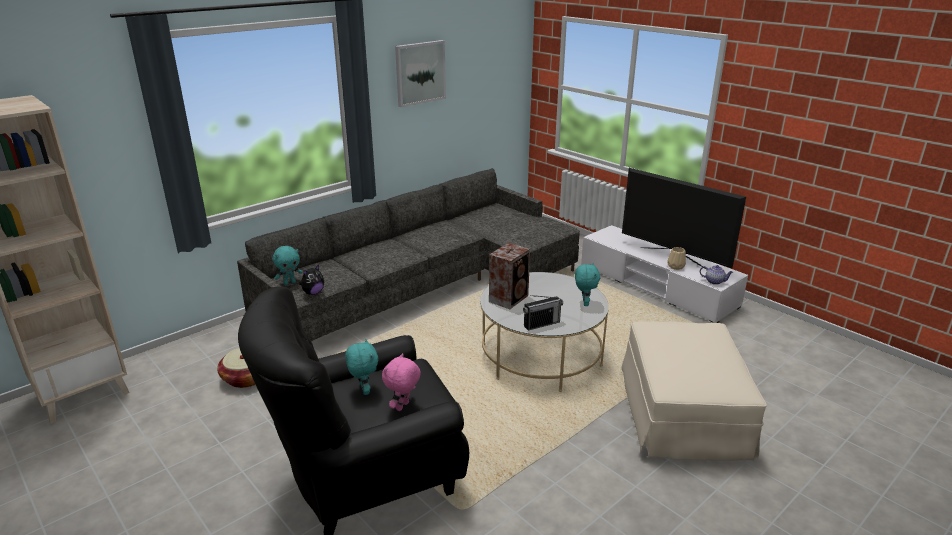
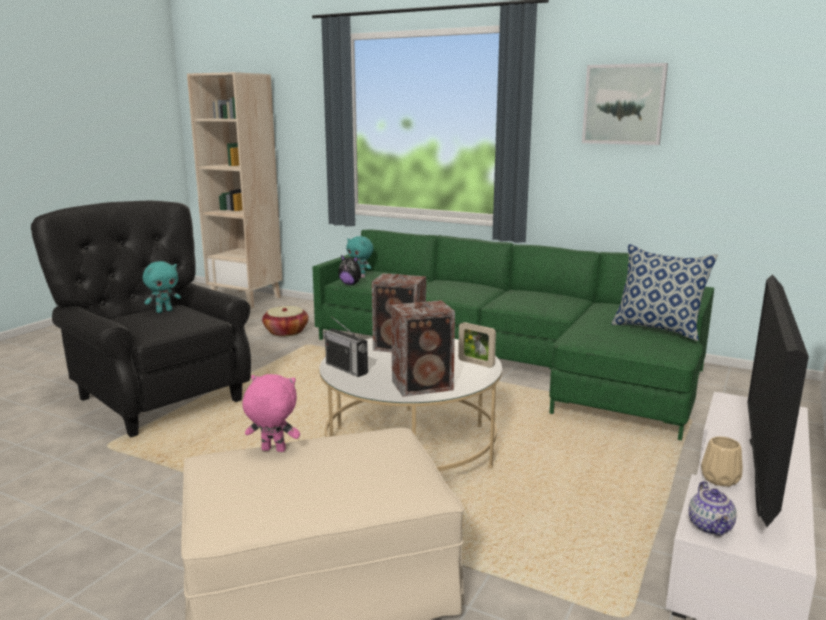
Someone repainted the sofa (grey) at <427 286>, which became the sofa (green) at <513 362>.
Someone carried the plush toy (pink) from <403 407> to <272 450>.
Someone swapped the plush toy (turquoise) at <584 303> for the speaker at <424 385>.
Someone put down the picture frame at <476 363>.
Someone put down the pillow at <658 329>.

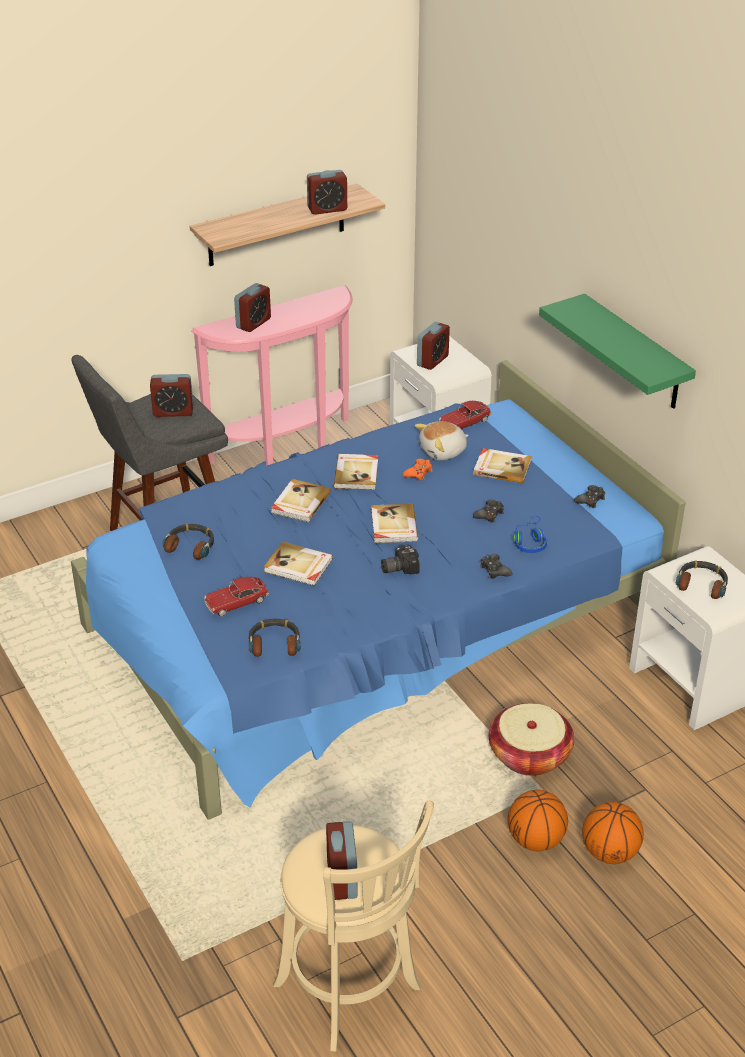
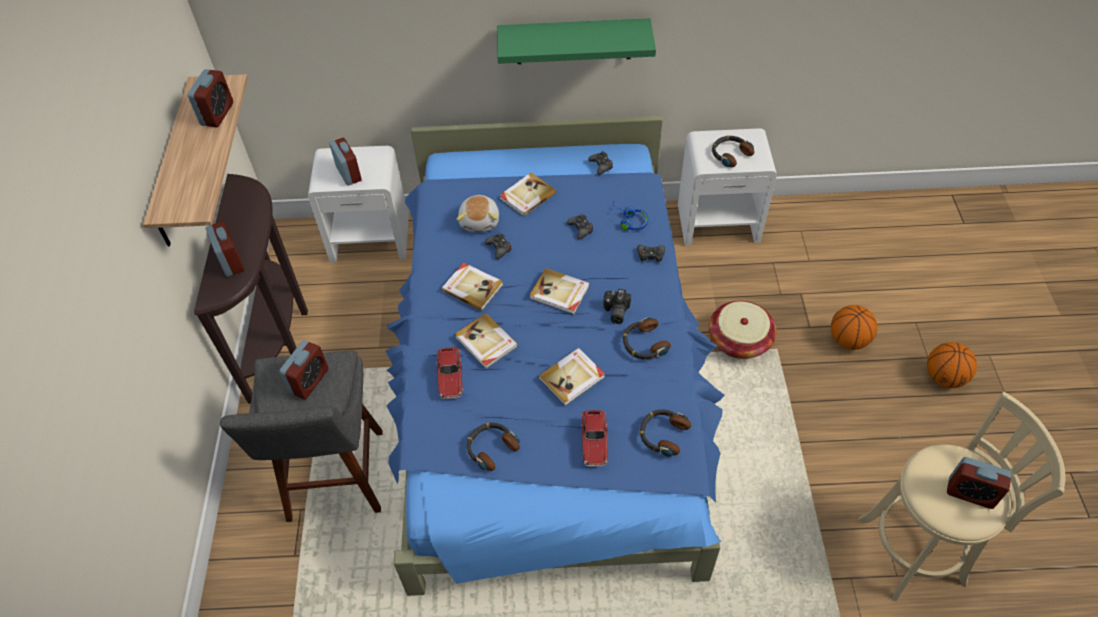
Someone repainted the console table (pink) at <287 449>, which became the console table (brown) at <281 336>.
Someone repainted the game controller (orange) at <418 473>, which became the game controller (black) at <499 248>.
Someone carried the toy car from <464 422> to <450 377>.
Someone carried the basketball from <535 840> to <944 377>.
Someone put down the headphones at <644 344>.

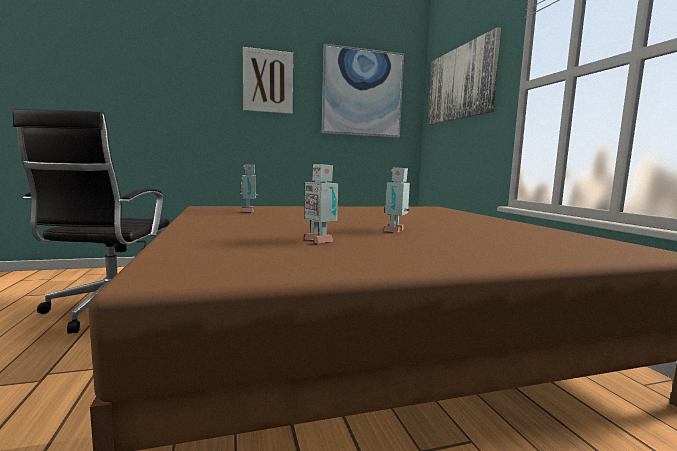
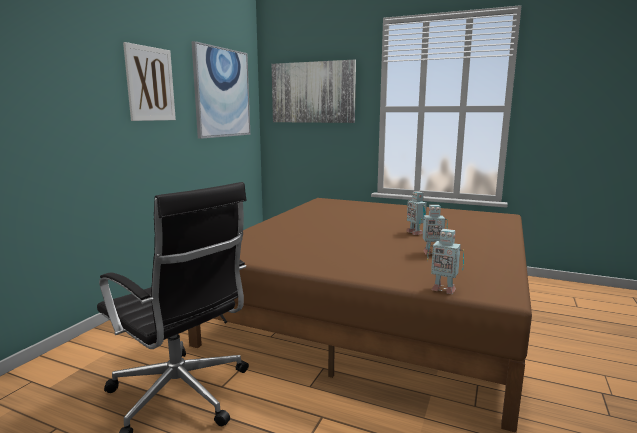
Someone carried the toy robot from <249 211> to <443 289>.

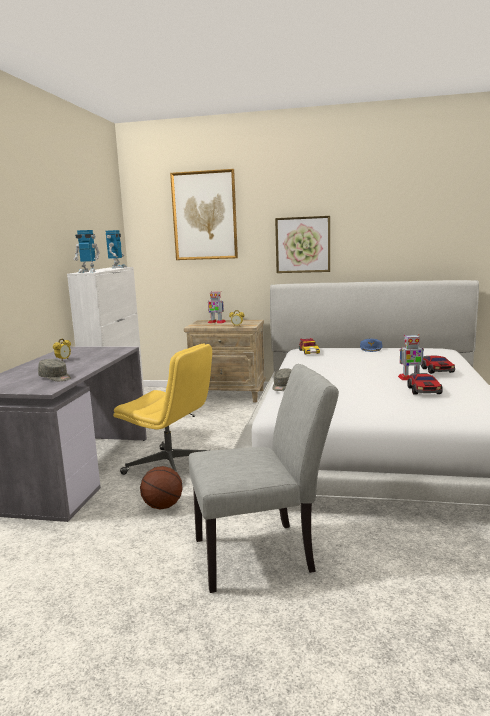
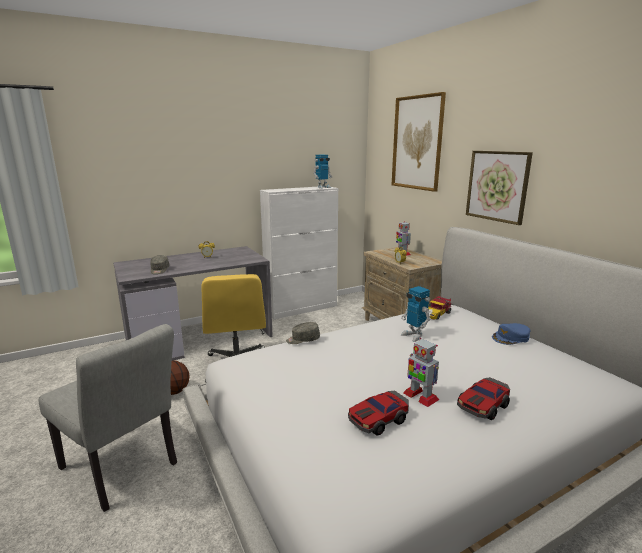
Someone carried the toy robot from <88 272> to <414 335>.

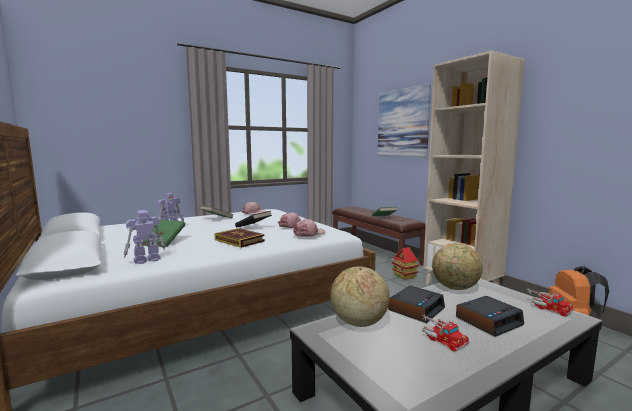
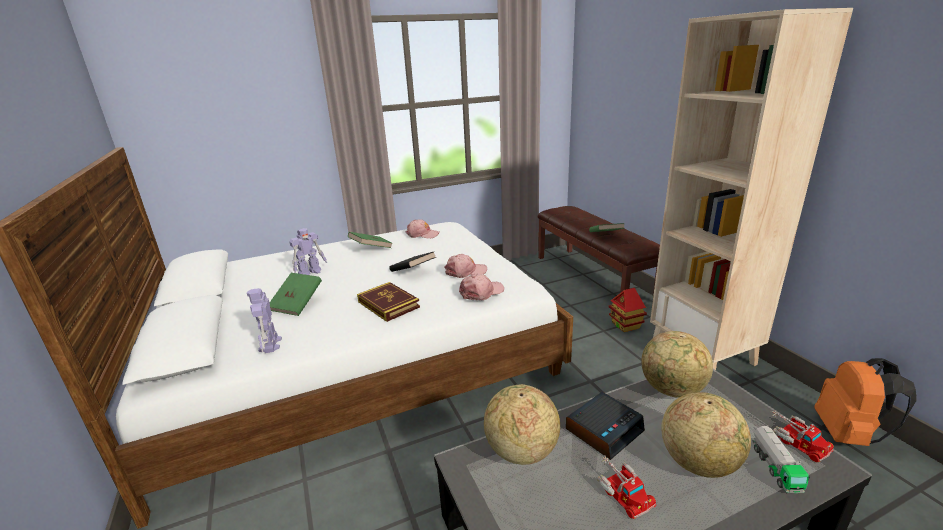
Someone rotated the toy robot at <146 260> by 75 degrees counterclockwise.
Someone took away the picture at <402 123>.
Someone swapped the alarm clock at <488 321> for the globe at <698 462>.
Someone put down the toy truck at <775 467>.

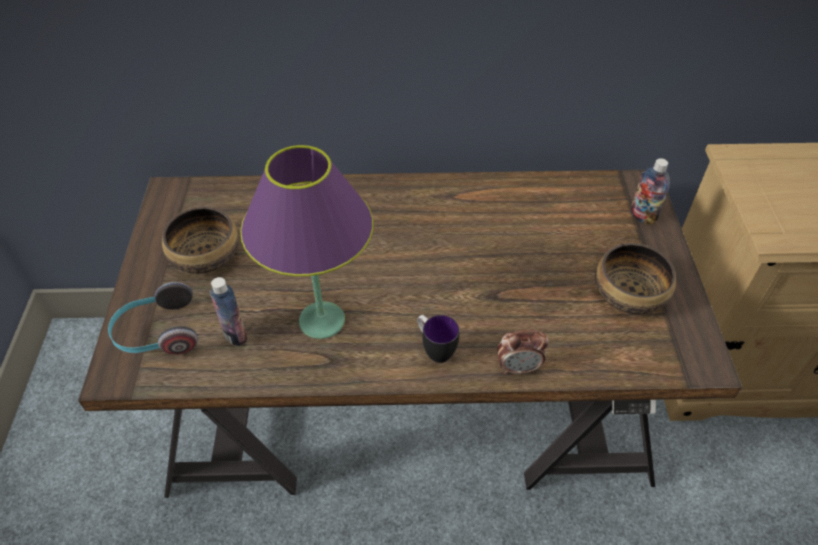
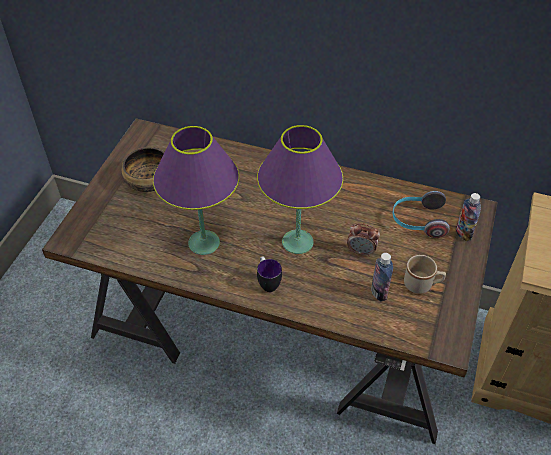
Someone carried the headphones from <157 334> to <418 221>.
Someone carried the bottle from <235 335> to <379 293>.
Someone carried the alarm clock from <518 368> to <361 251>.
Someone swapped the bowl at <629 293> for the mug (beige) at <422 284>.
Someone put down the table lamp (purple) at <297 242>.

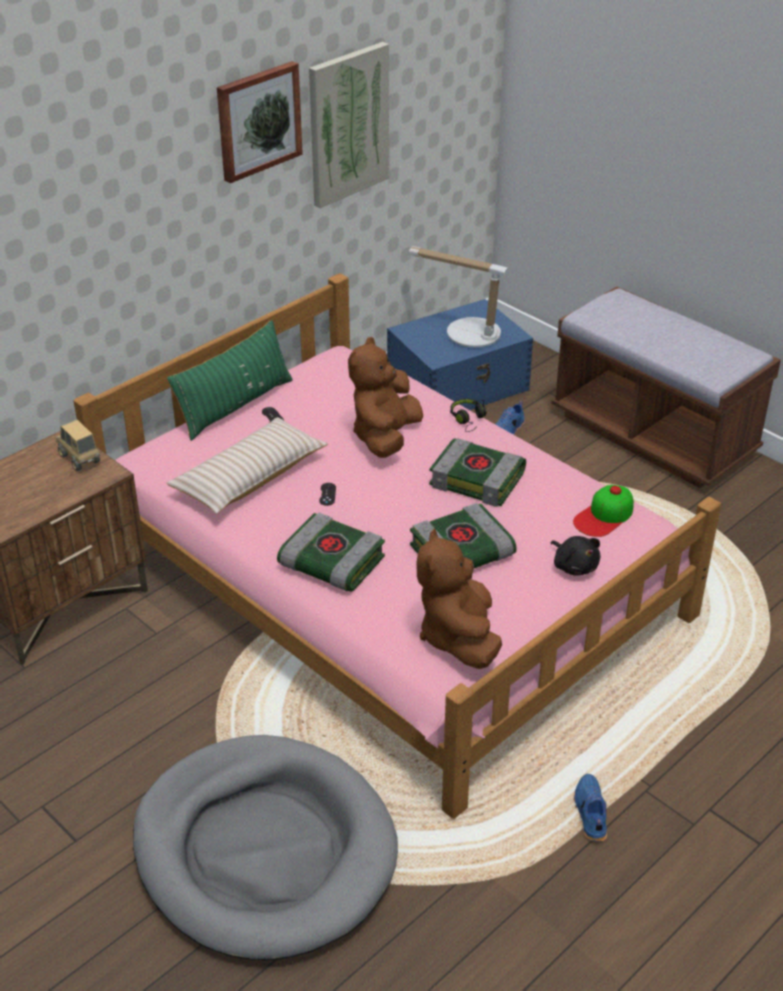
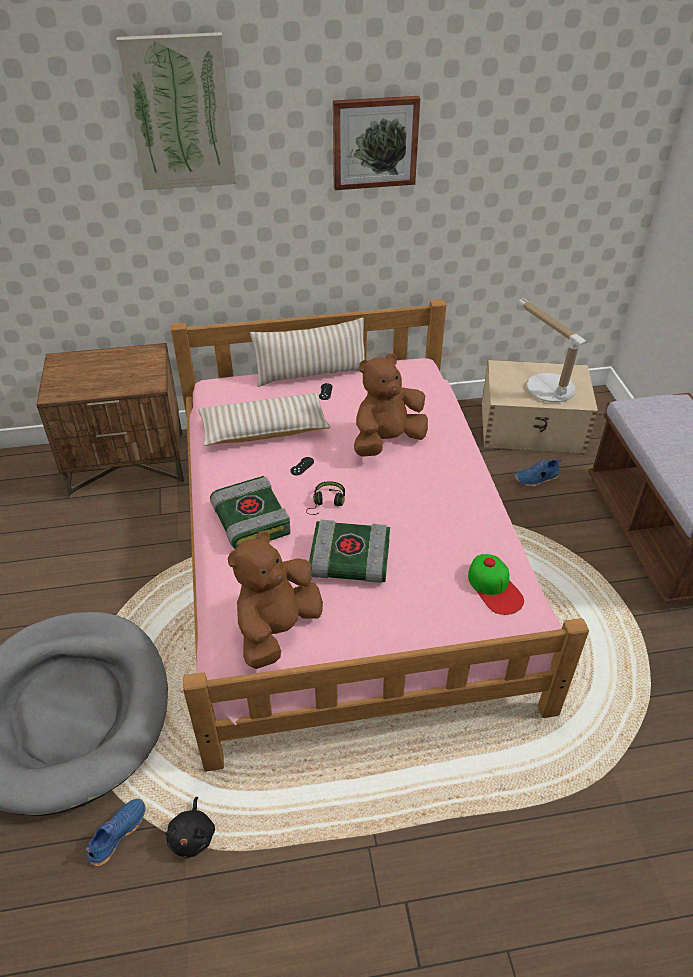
Someone took away the toy truck at <80 459>.
Someone repainted the pillow (green) at <235 405>, which became the pillow (beige) at <311 374>.
Someone carried the picture from <348 124> to <180 113>.
Someone repainted the storage box (blue) at <459 385>, which became the storage box (beige) at <533 427>.
Someone took away the book at <478 479>.
Someone carried the headphones (black) from <468 419> to <326 502>.
Someone carried the plush toy (black) from <574 566> to <192 835>.
Someone rotated the cap at <604 516> by 105 degrees counterclockwise.
Someone carried the shoe (blue) from <589 813> to <117 833>.

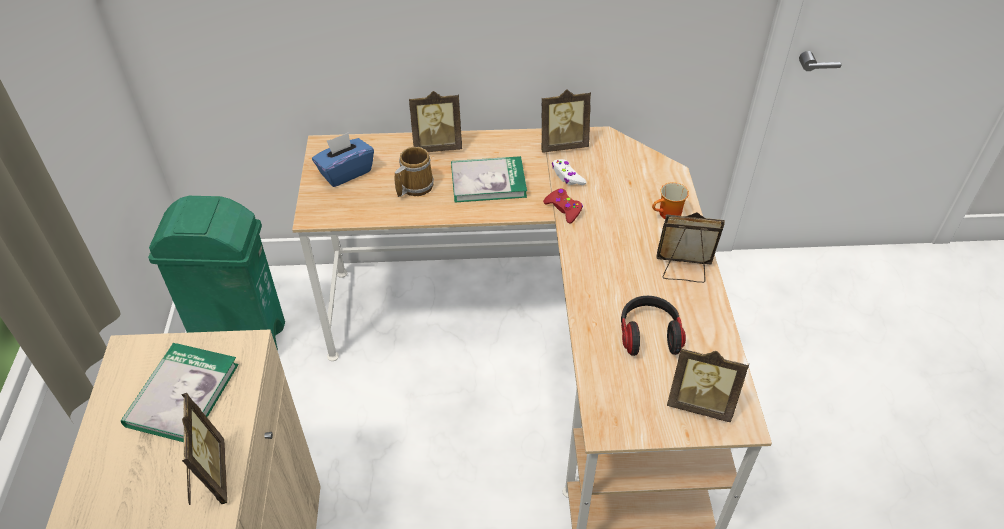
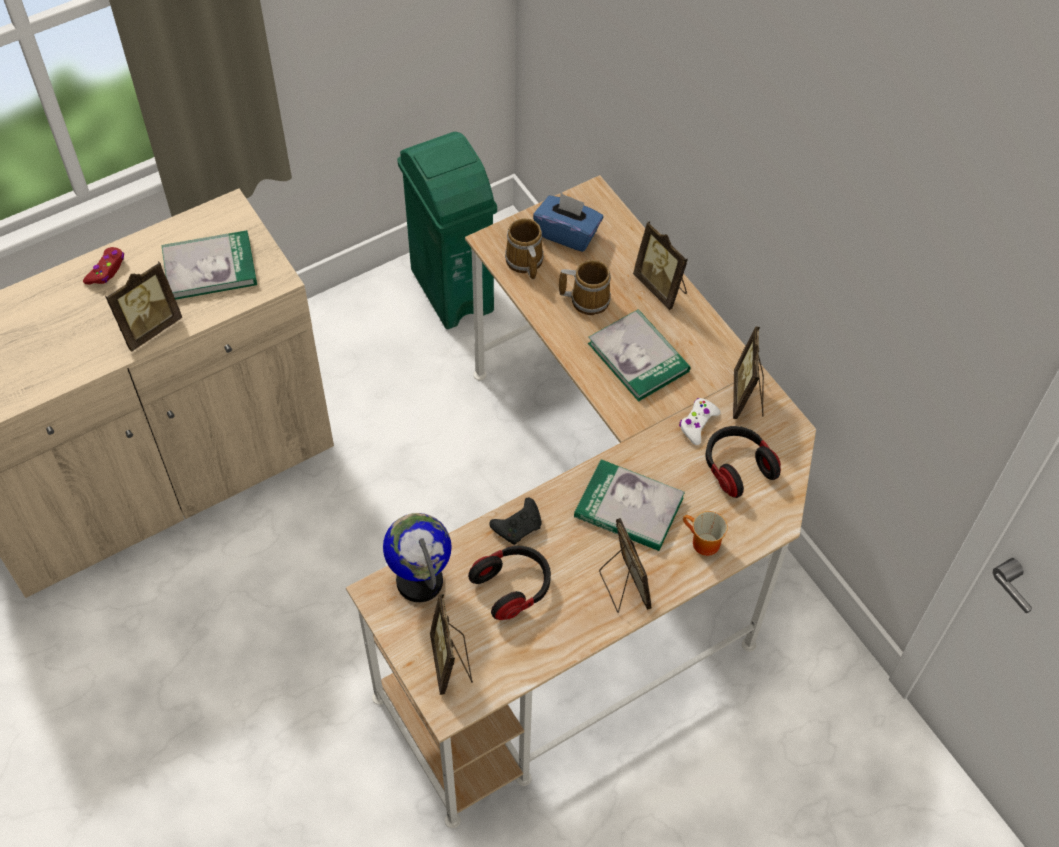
Someone rotated the picture frame at <562 144> by 45 degrees clockwise.
Someone carried the game controller (red) from <564 209> to <106 270>.
Someone put down the globe at <420 580>.
Someone put down the game controller (black) at <519 525>.
Someone put down the mug at <524 261>.
Someone put down the book at <628 508>.
Someone put down the headphones at <737 467>.

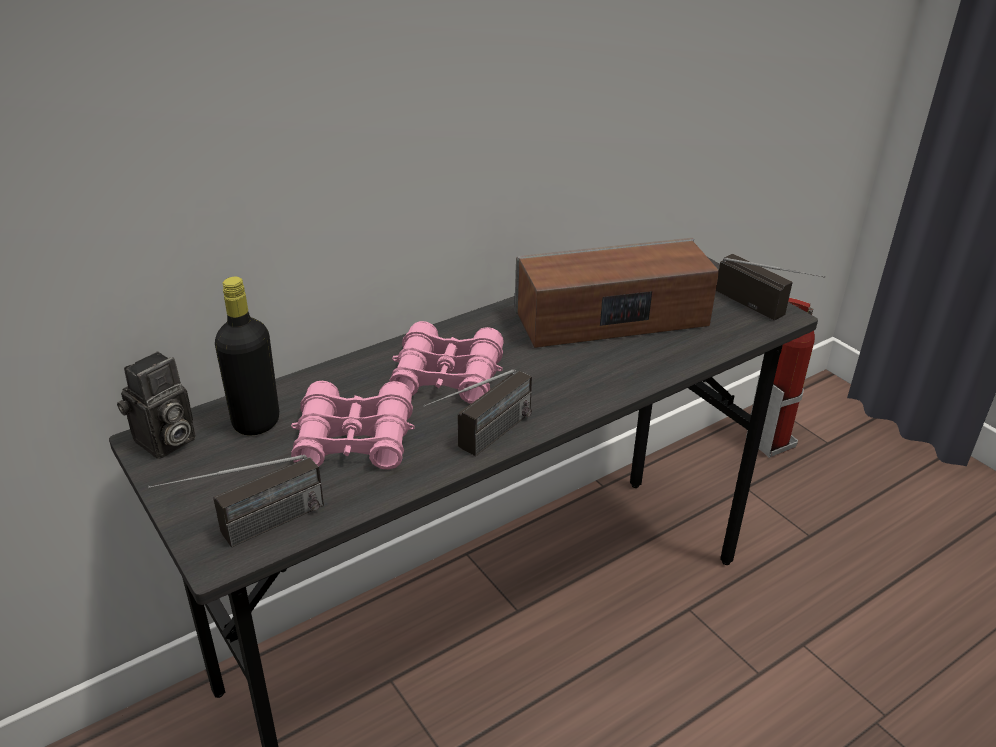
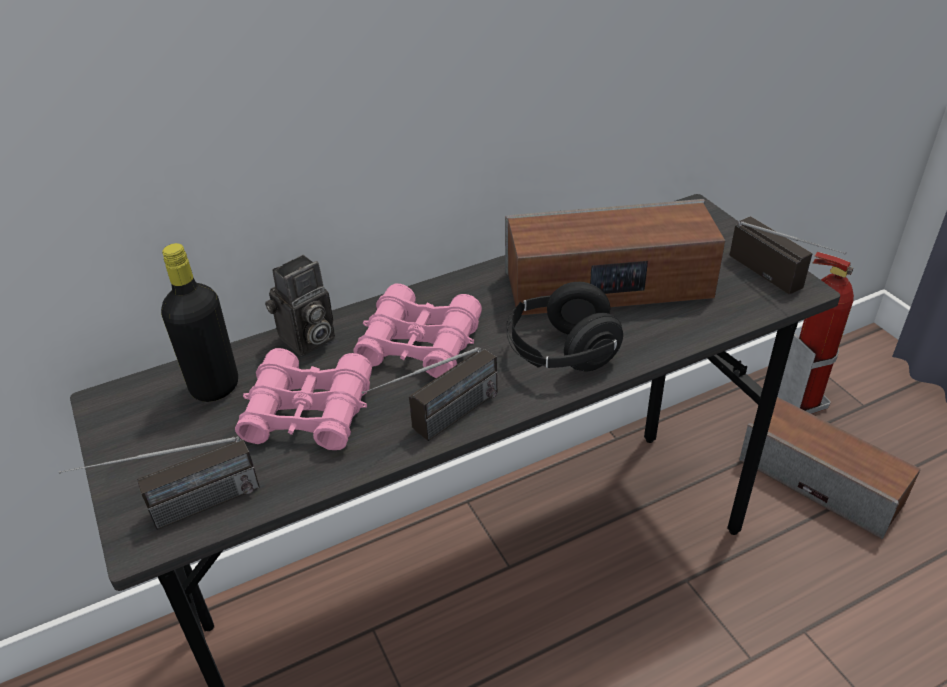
Someone carried the photo camera from <164 443> to <307 340>.
Someone put down the headphones (black) at <561 353>.
Someone put down the speaker at <820 481>.

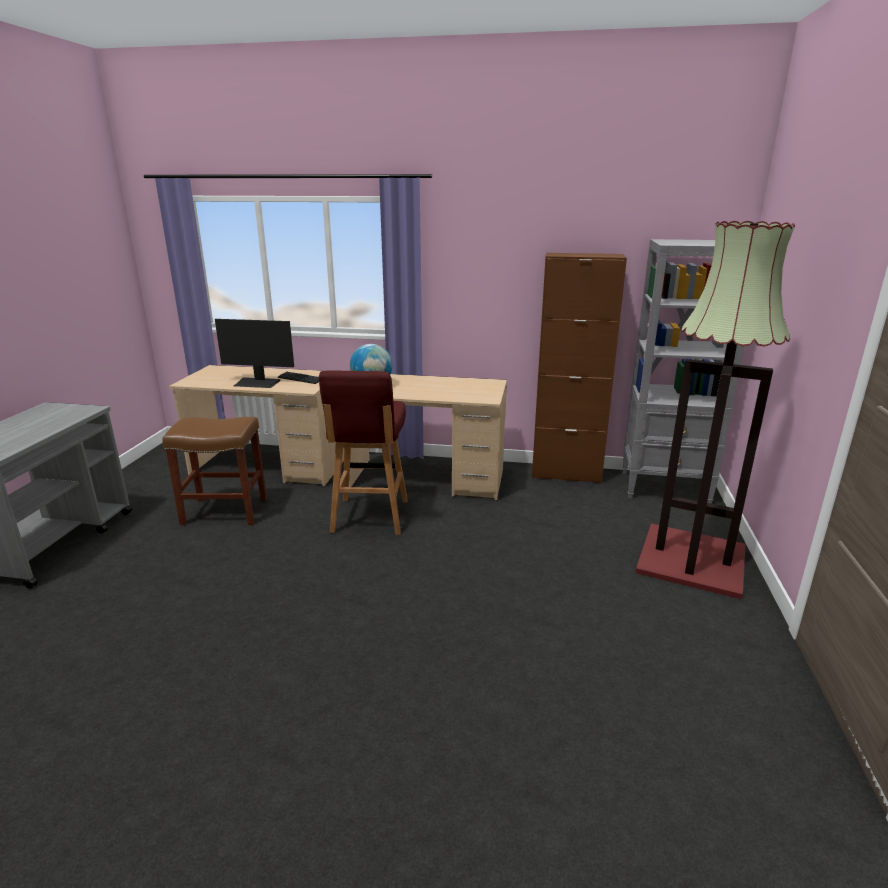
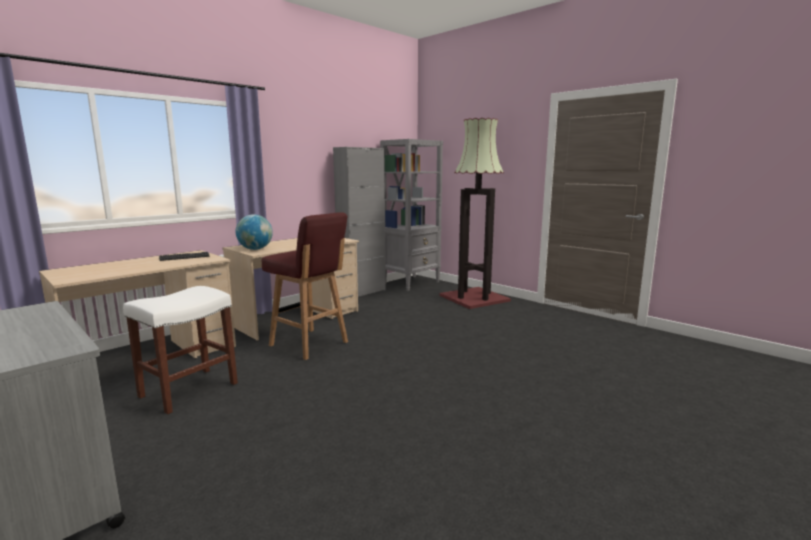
Someone repainted the stool (brown) at <223 512>, which became the stool (white) at <188 390>.
Someone took away the monitor at <257 383>.
Someone repainted the cabinet (brown) at <566 474>, which became the cabinet (grey) at <362 292>.

